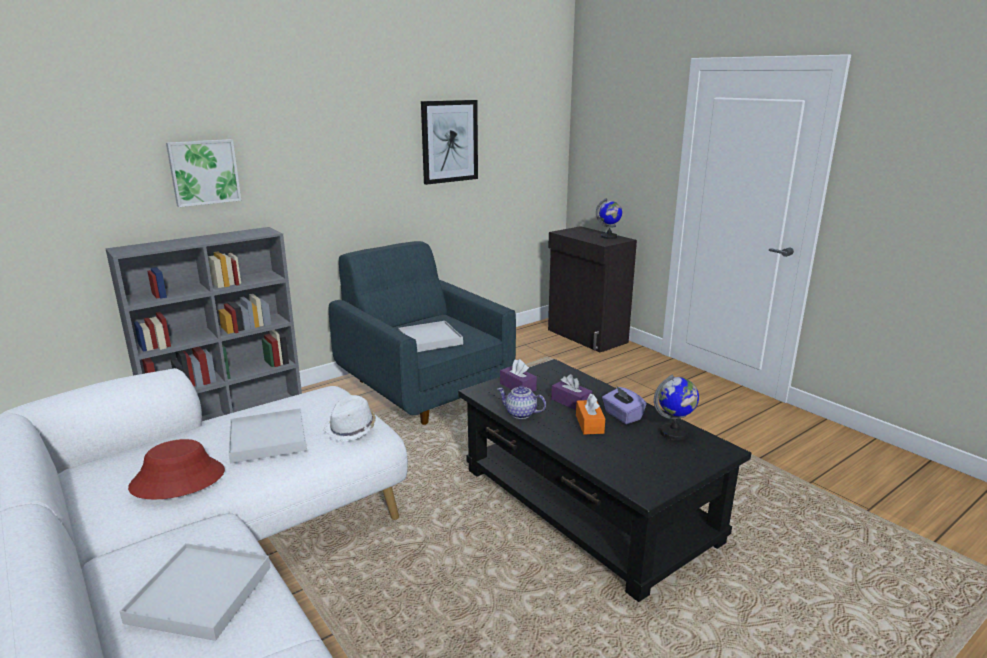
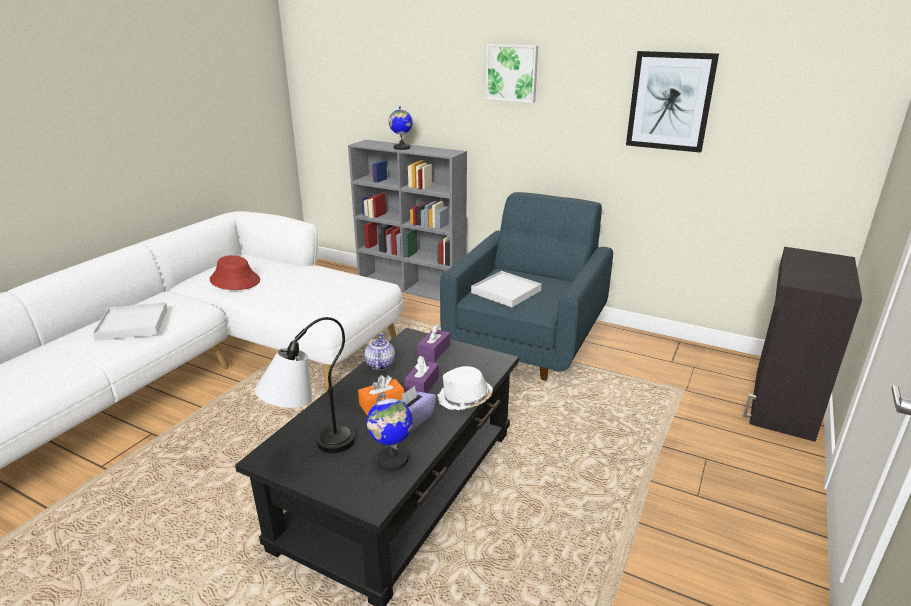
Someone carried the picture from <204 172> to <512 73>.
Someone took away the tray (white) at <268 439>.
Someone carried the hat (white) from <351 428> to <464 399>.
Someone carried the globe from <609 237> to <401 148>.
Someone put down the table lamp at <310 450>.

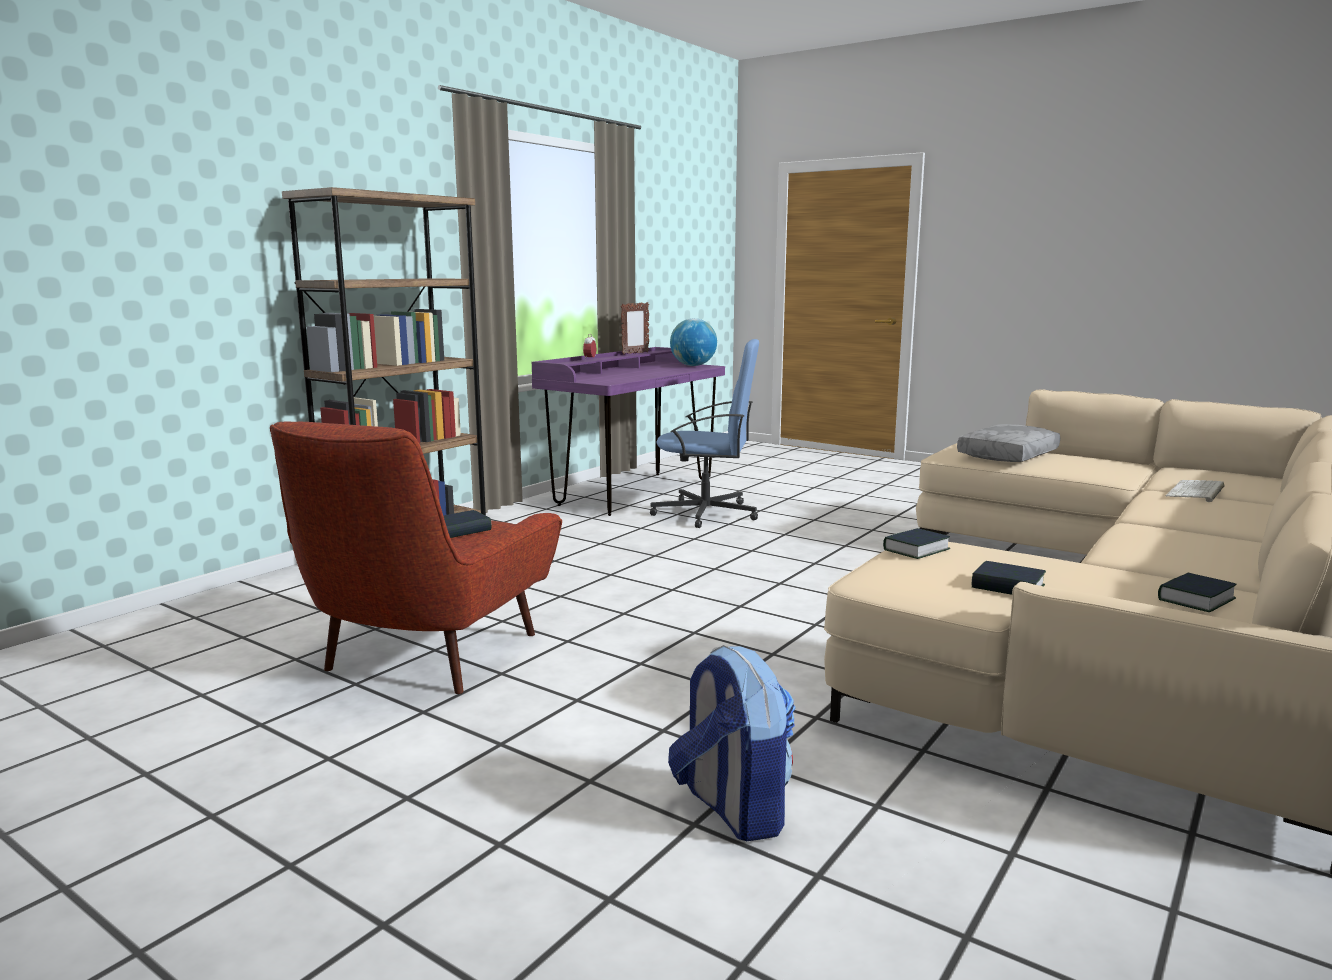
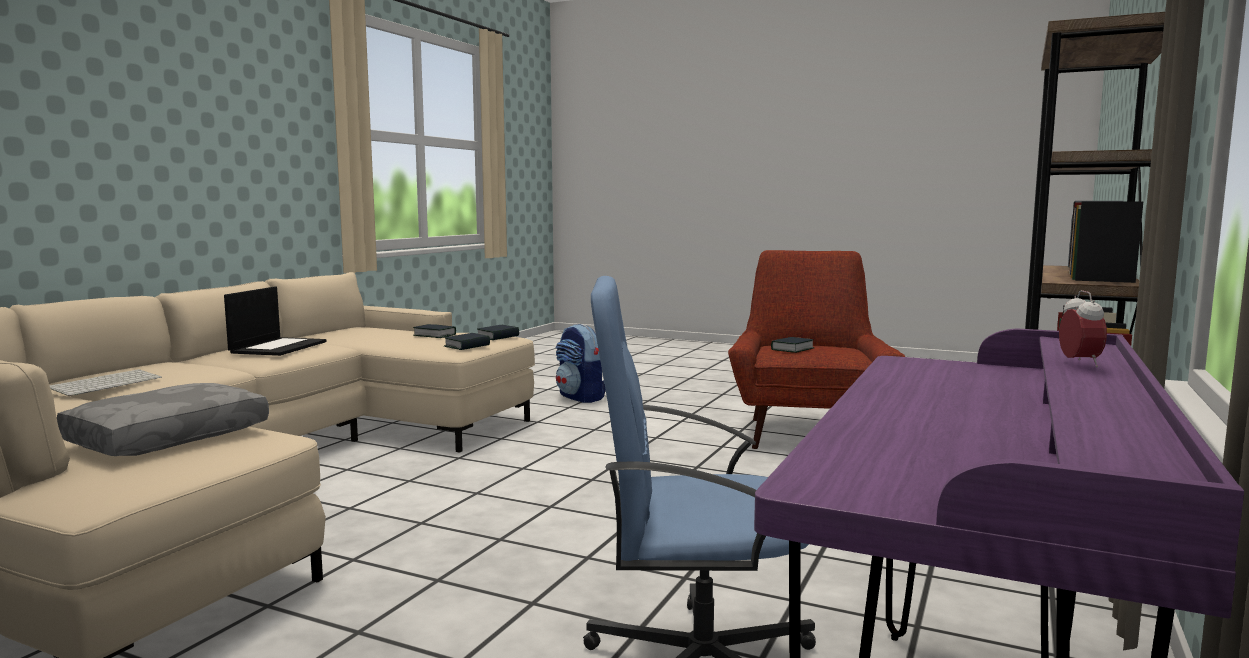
Someone took away the picture frame at <635 353>.
Someone took away the globe at <693 365>.
Someone carried the book from <1195 599> to <498 336>.
Someone put down the laptop at <278 347>.

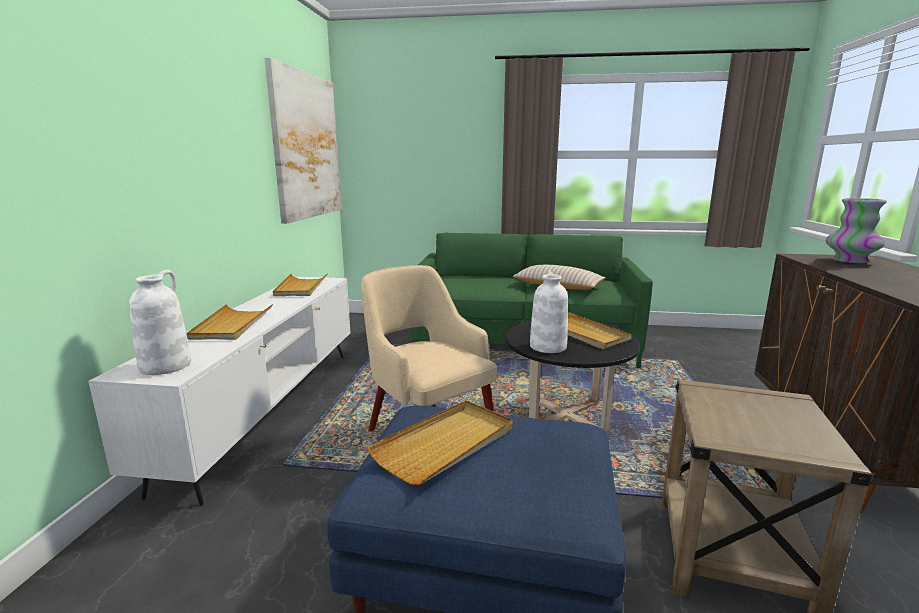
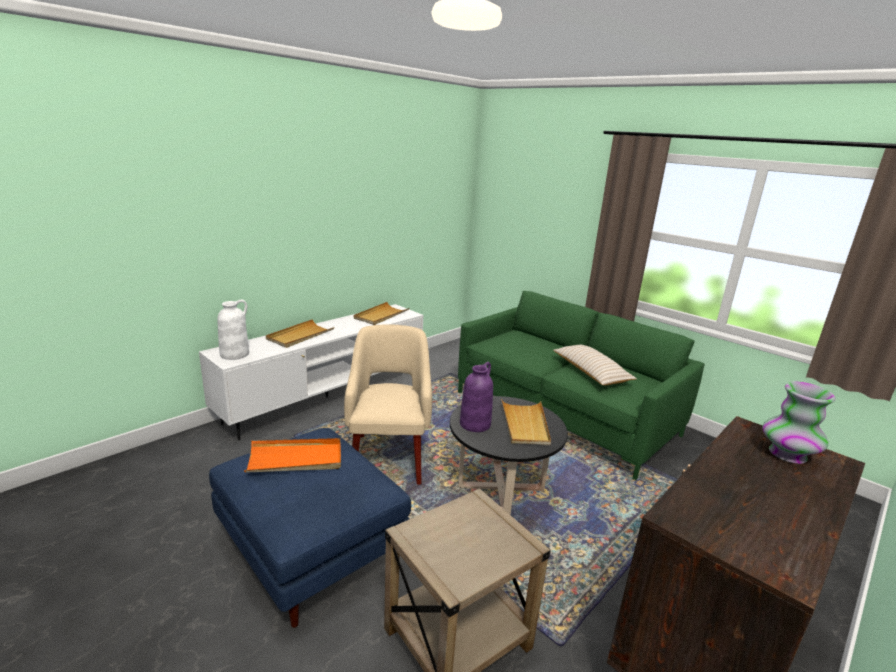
Someone took away the picture at <306 146>.
Someone repainted the tray (beige) at <446 444>, which became the tray (orange) at <295 459>.
Someone repainted the vase (white) at <547 346>, which became the vase (purple) at <475 423>.

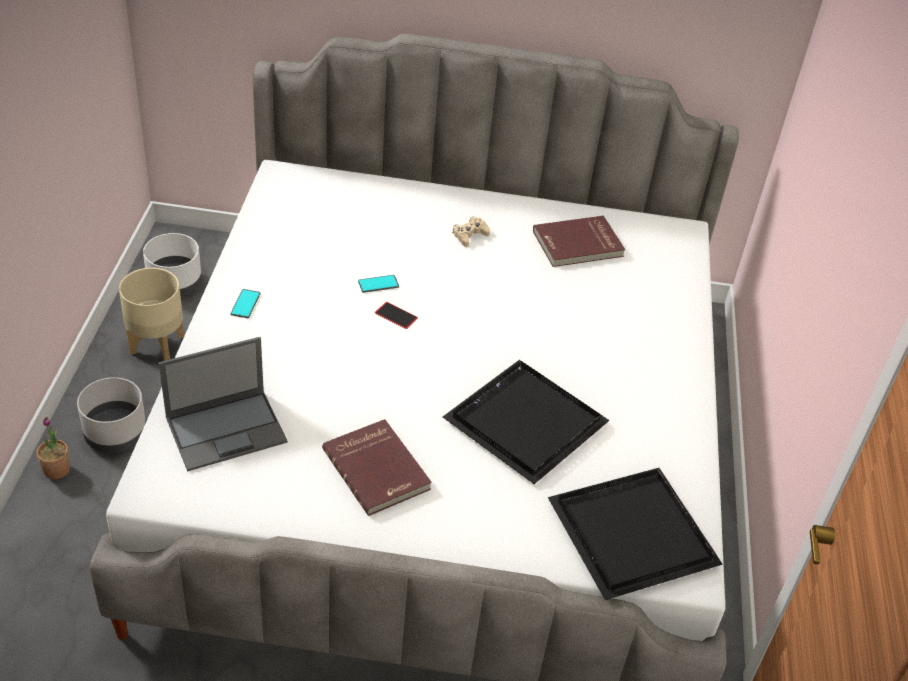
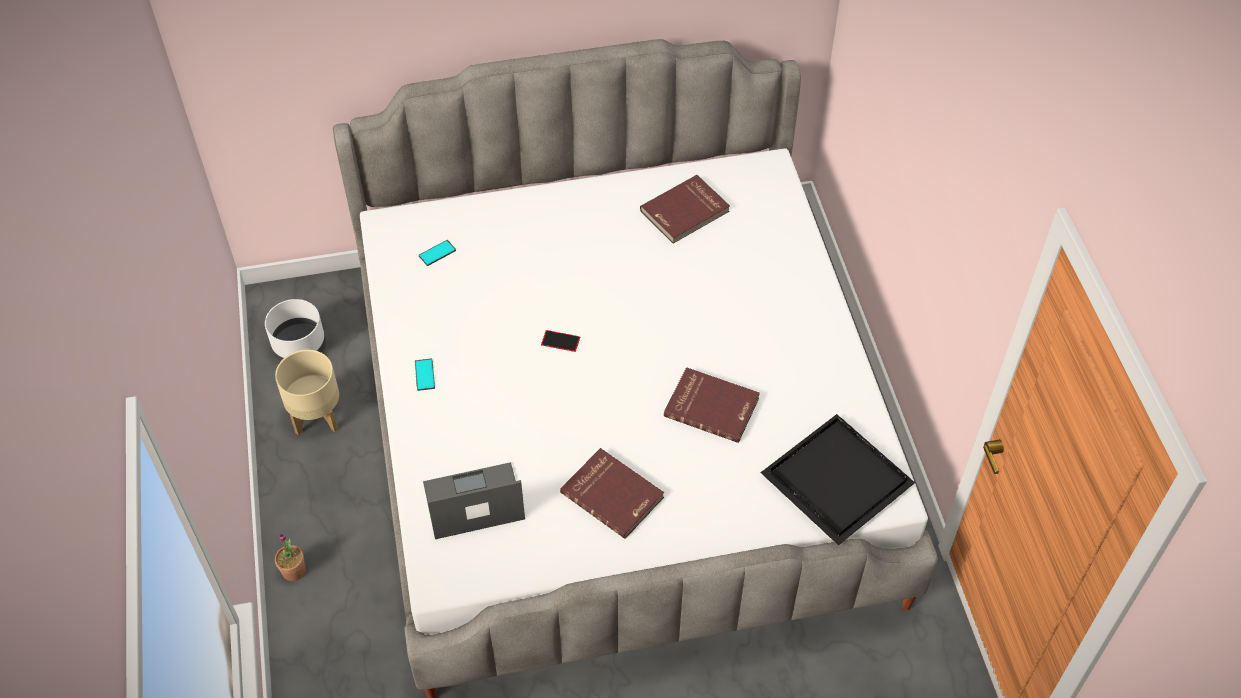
Someone took away the planter (grey) at <116 433>.
Someone rotated the laptop at <227 429> by 150 degrees counterclockwise.
Someone carried the phone from <378 284> to <437 253>.
Someone swapped the tray (black) at <525 420> for the book (red) at <712 406>.
Someone took away the game controller (beige) at <470 235>.

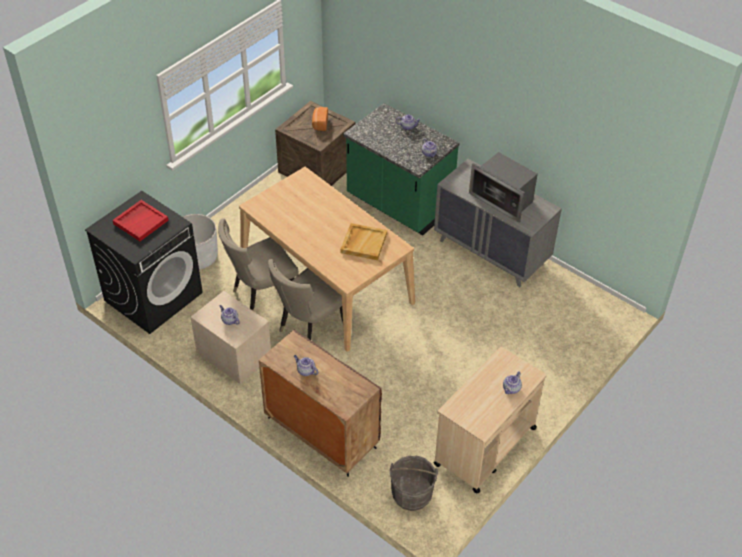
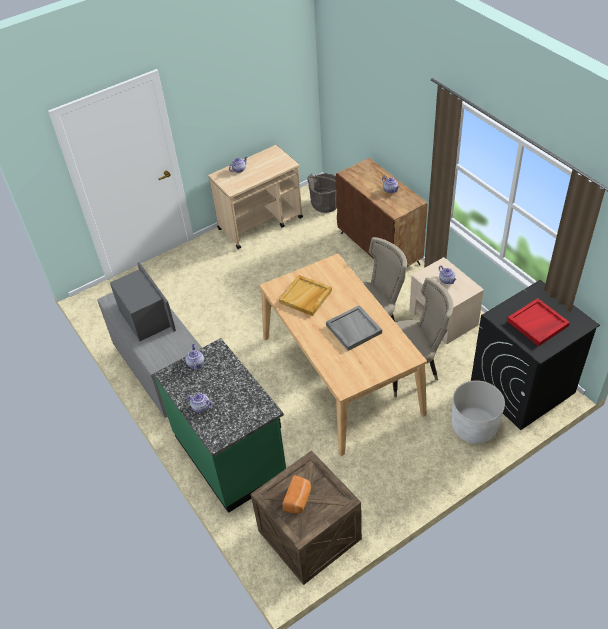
Someone put down the tray (grey) at <353 329>.

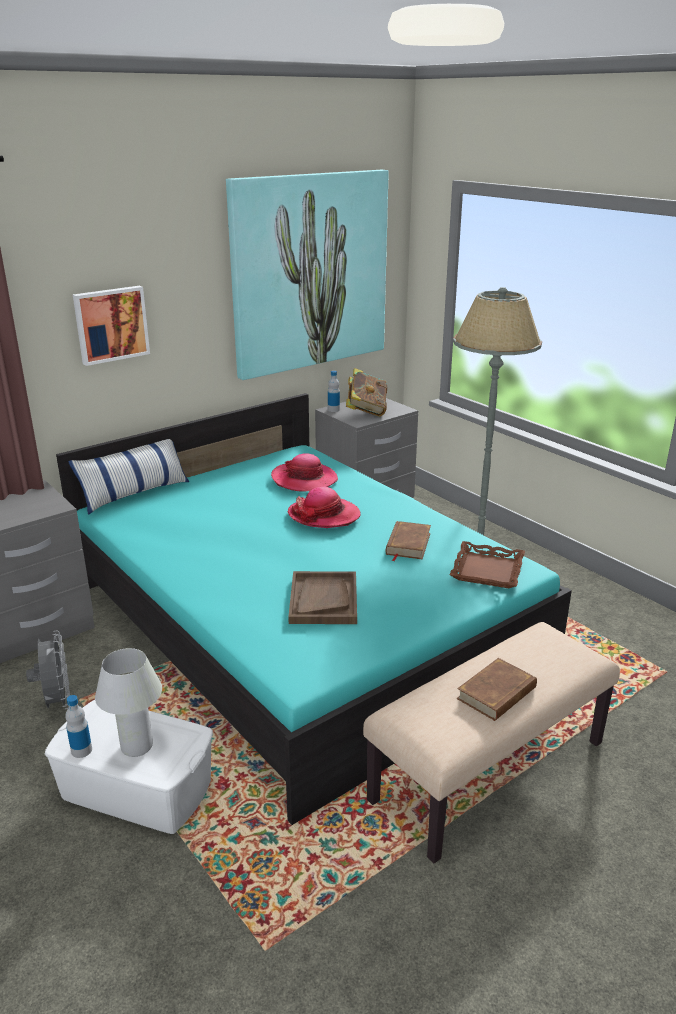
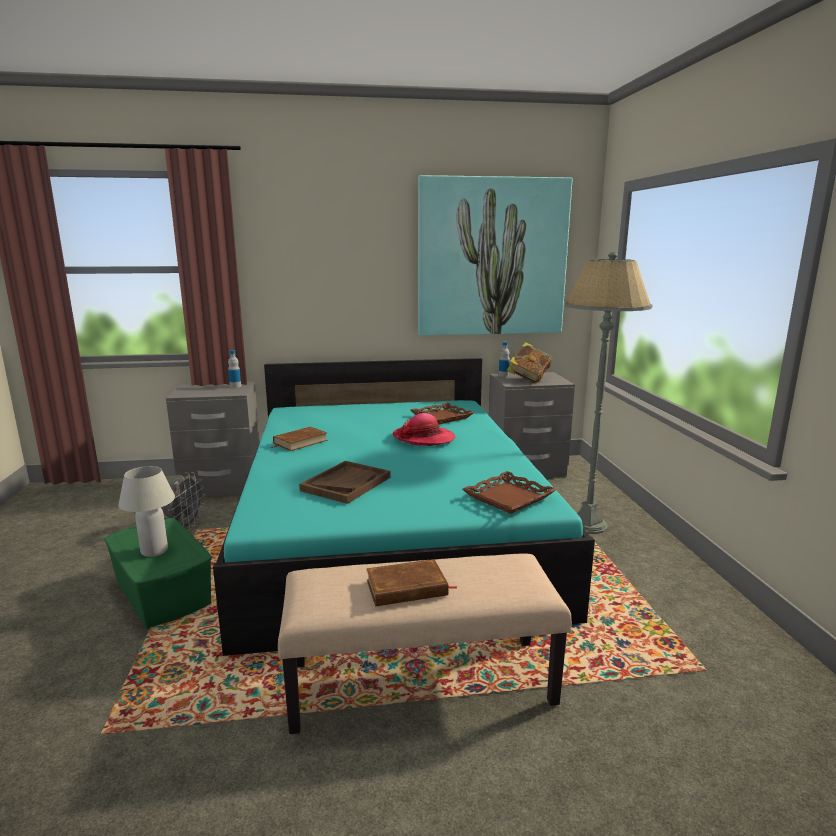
Someone repainted the storage box (white) at <137 790>, which became the storage box (green) at <162 593>.
Someone carried the bottle from <81 750> to <235 386>.
Someone took away the pillow at <134 493>.
Someone took away the picture at <111 324>.
Someone swapped the hat at <304 479> for the tray (brown) at <442 417>.
Someone carried the book (brown) from <407 544> to <300 442>.

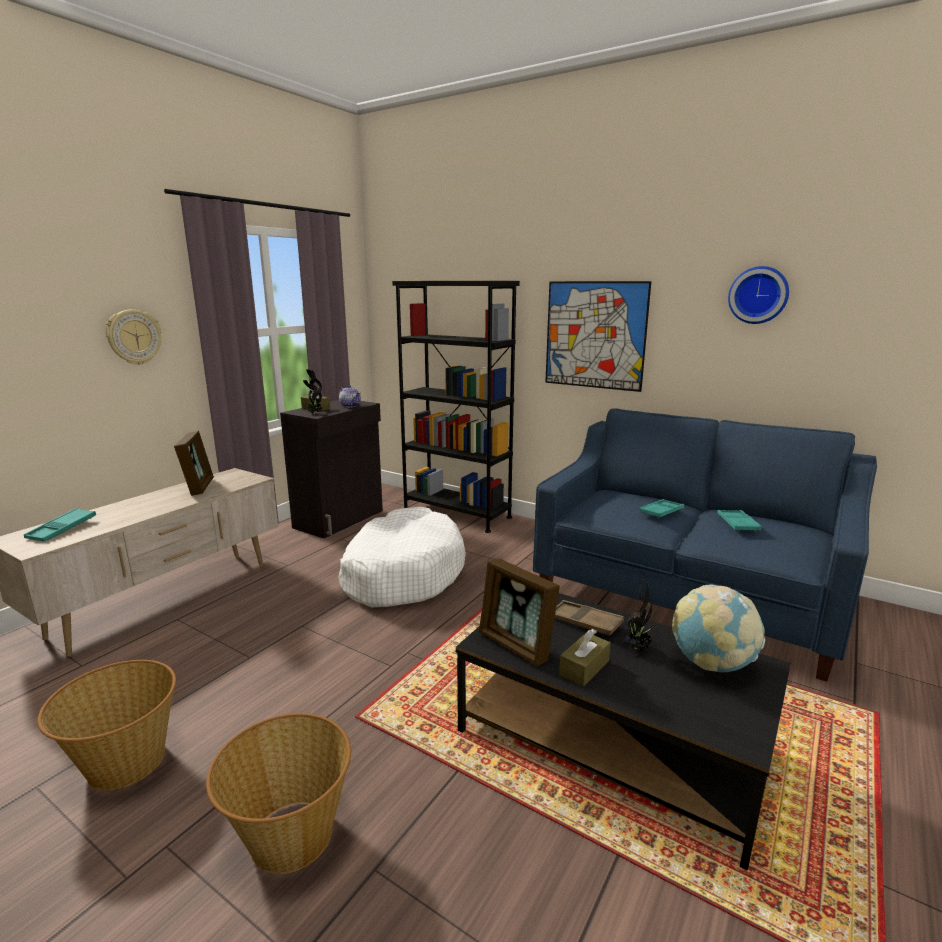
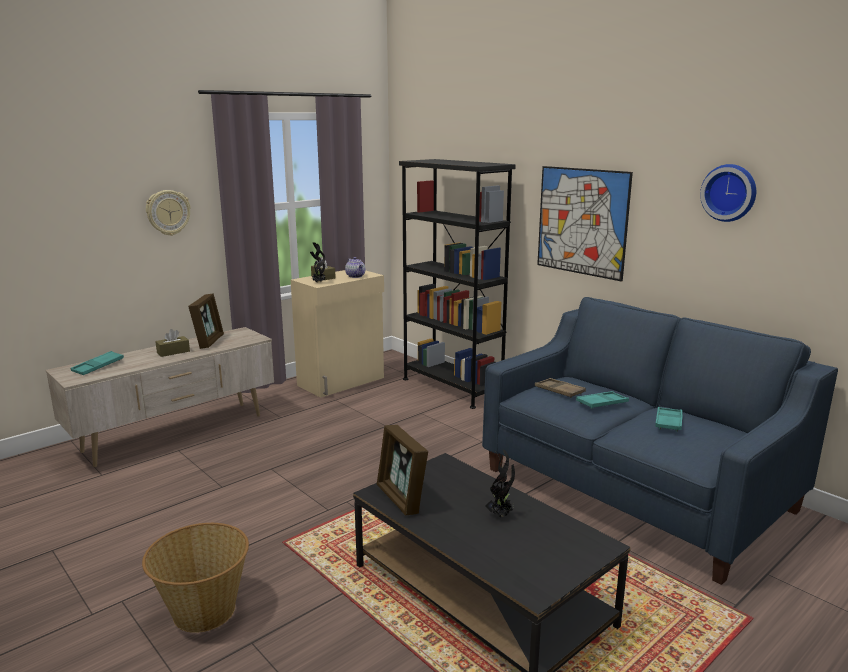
Someone took away the basket at <125 763>.
Someone repainted the cabinet (black) at <340 519>, which became the cabinet (beige) at <342 381>.
Someone took away the dog bed (white) at <402 573>.
Someone carried the tray (brown) from <585 622> to <559 391>.
Someone carried the tissue box (brown) from <584 668> to <173 352>.
Someone took away the globe at <711 663>.

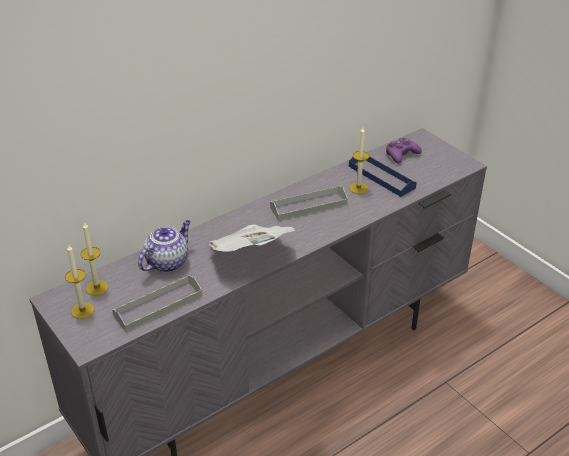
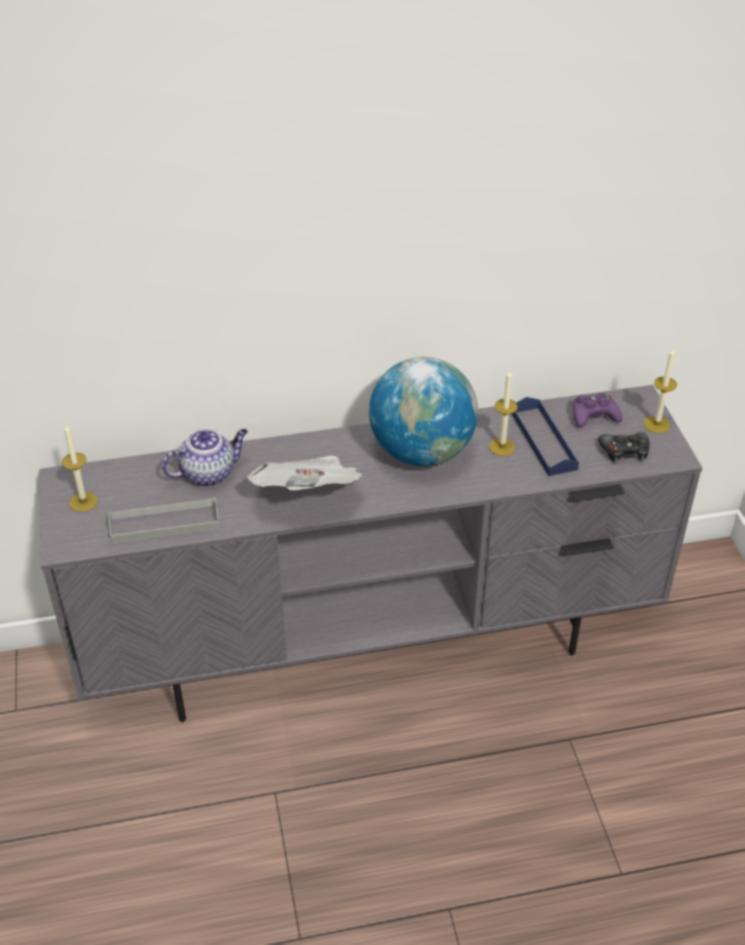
Someone carried the candle from <97 287> to <656 424>.
Someone swapped the tray (grey) at <308 205> for the globe at <421 452>.
Someone put down the game controller (black) at <624 451>.

